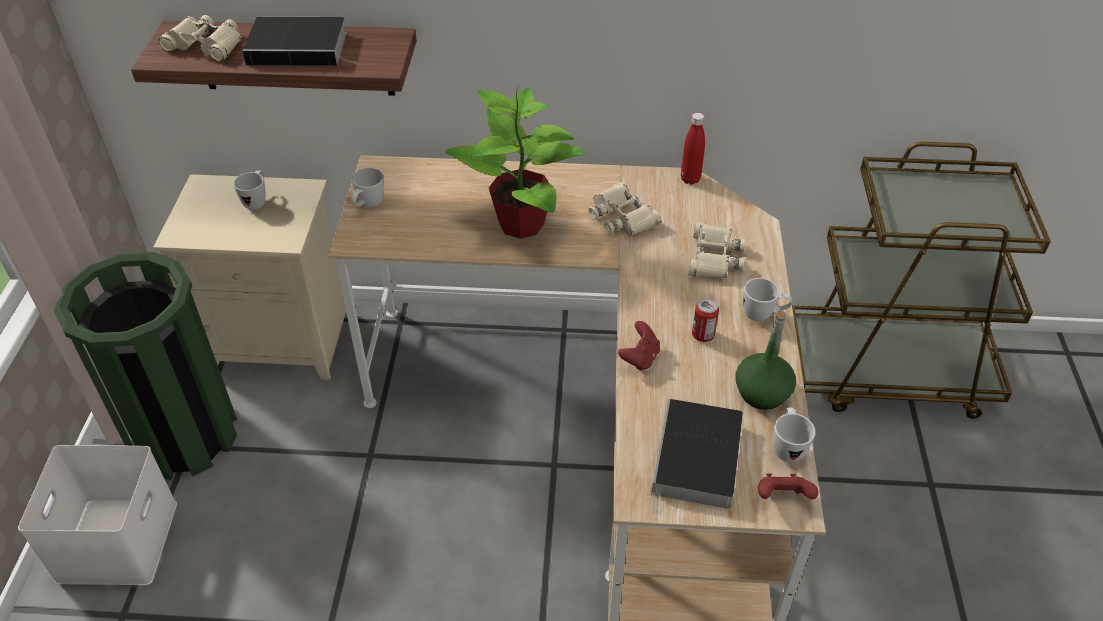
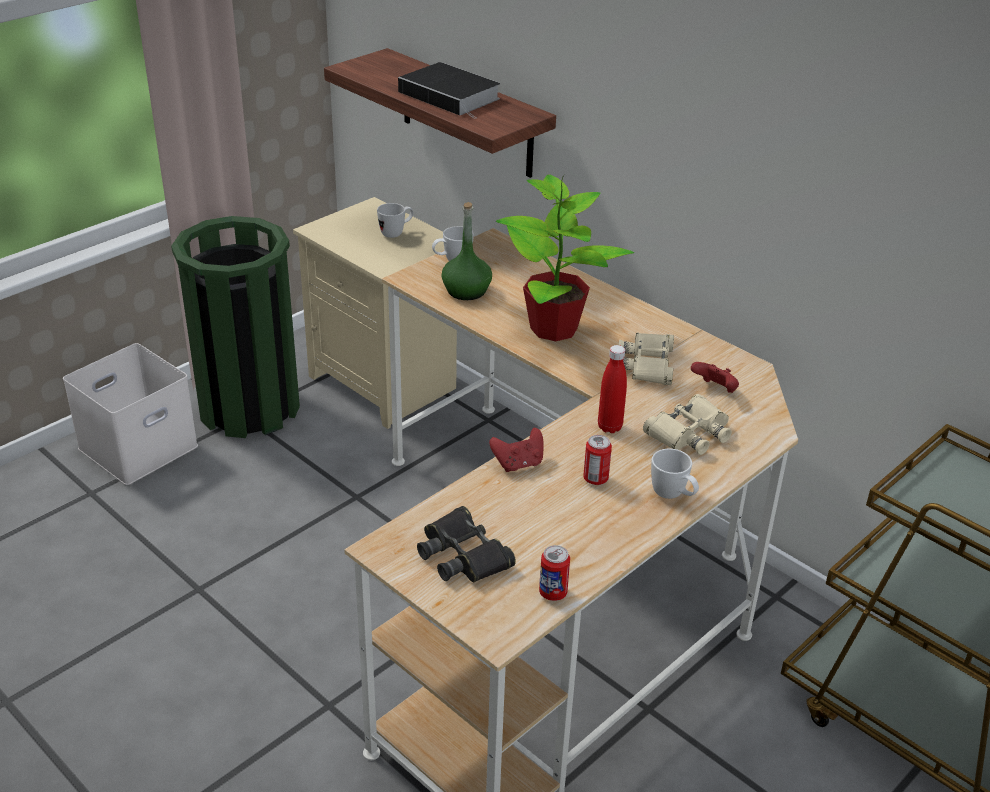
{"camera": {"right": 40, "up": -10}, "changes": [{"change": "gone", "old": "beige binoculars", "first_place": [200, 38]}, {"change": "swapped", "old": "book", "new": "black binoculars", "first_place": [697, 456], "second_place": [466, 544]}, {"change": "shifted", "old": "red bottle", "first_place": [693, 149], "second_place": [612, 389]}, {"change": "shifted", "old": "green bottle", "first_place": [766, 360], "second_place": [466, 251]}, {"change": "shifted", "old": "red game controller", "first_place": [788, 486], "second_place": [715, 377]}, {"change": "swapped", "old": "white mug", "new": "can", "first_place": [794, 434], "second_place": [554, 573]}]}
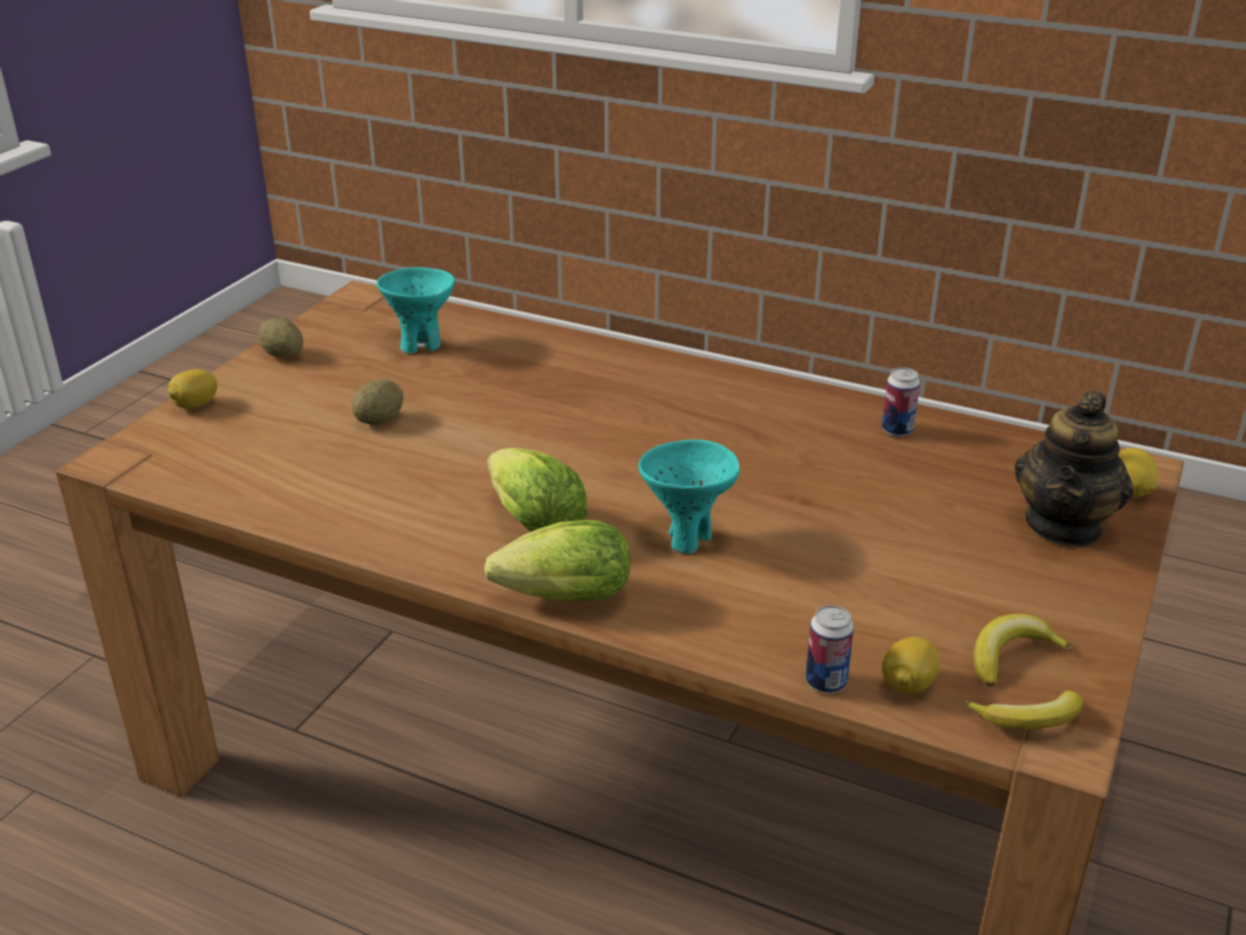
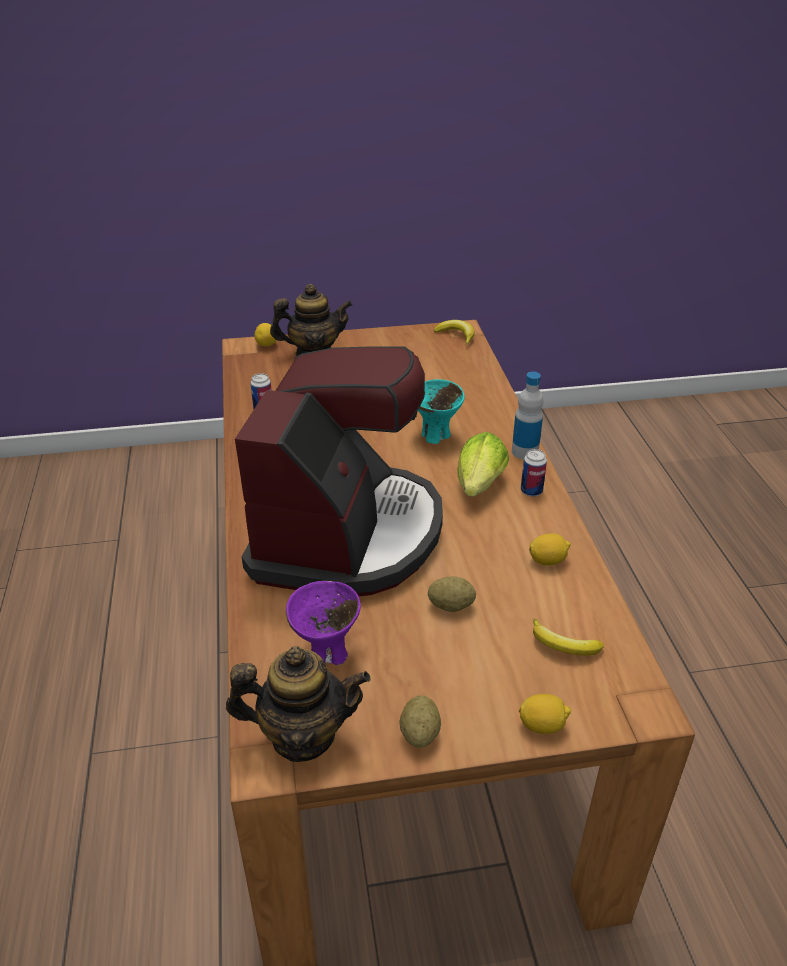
{"camera": {"right": -125, "up": 5}, "changes": [{"change": "repainted", "old": "turquoise bowl", "new": "purple bowl", "first_place": [416, 310], "second_place": [323, 623]}, {"change": "swapped", "old": "lettuce", "new": "bottle", "first_place": [557, 560], "second_place": [527, 416]}, {"change": "shifted", "old": "can", "first_place": [829, 649], "second_place": [534, 472]}, {"change": "shifted", "old": "lemon", "first_place": [911, 665], "second_place": [550, 549]}, {"change": "shifted", "old": "banana", "first_place": [1023, 650], "second_place": [568, 637]}, {"change": "new", "new": "teapot", "second_place": [298, 704]}, {"change": "new", "new": "coffee machine", "second_place": [339, 471]}]}
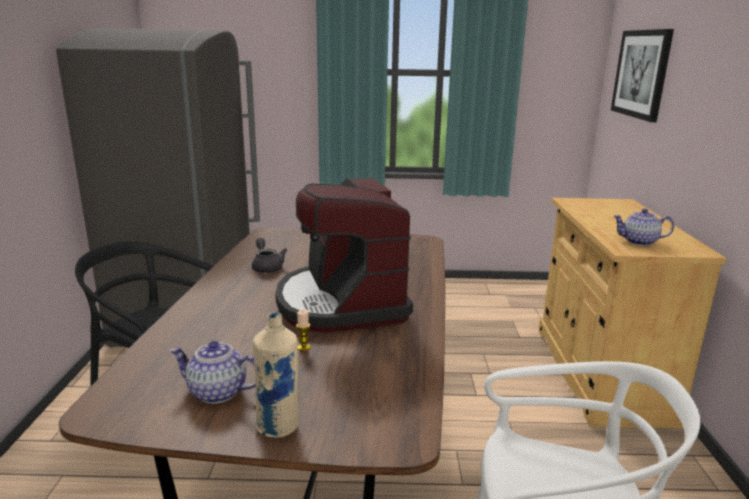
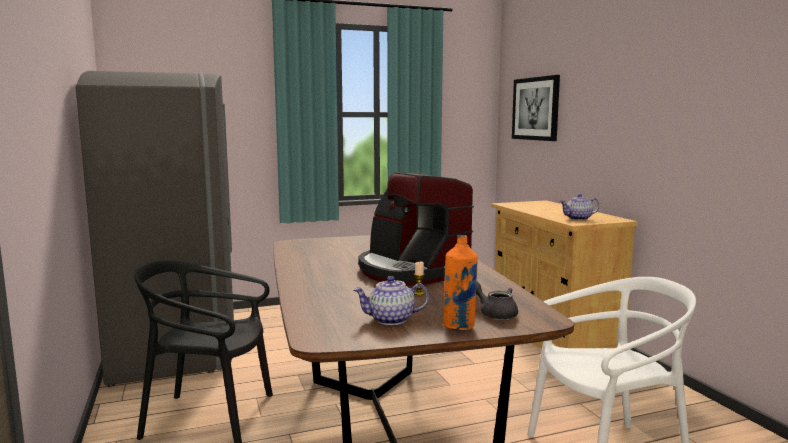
{"camera": {"right": -20, "up": -10}, "changes": [{"change": "shifted", "old": "grey teapot", "first_place": [269, 255], "second_place": [497, 300]}, {"change": "repainted", "old": "beige bottle", "new": "orange bottle", "first_place": [276, 375], "second_place": [460, 283]}]}
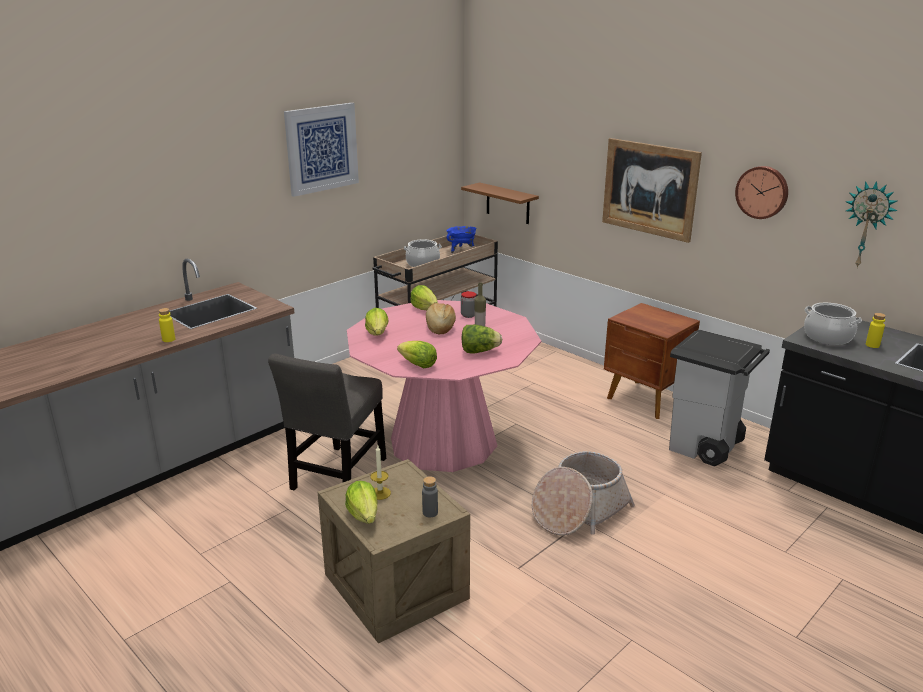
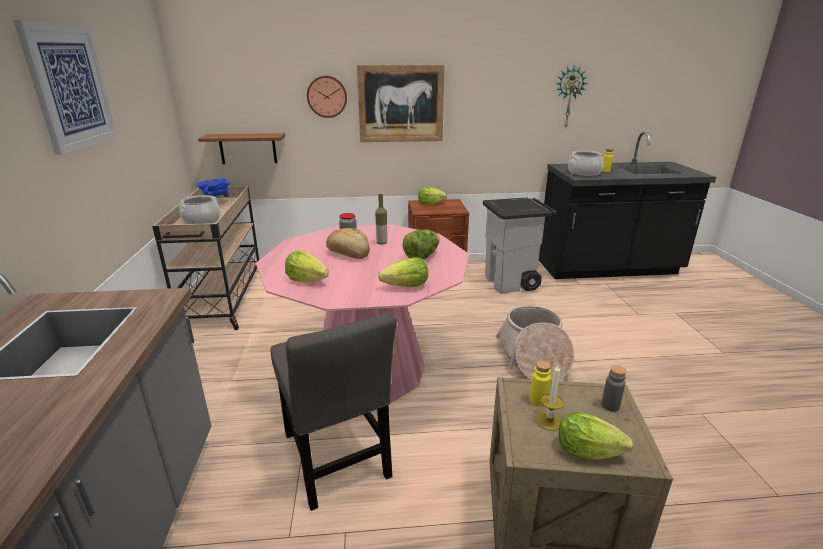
{"camera": {"right": -50, "up": 0}, "changes": [{"change": "shifted", "old": "yellow bottle", "first_place": [166, 325], "second_place": [540, 383]}, {"change": "shifted", "old": "lettuce", "first_place": [424, 297], "second_place": [432, 195]}, {"change": "shifted", "old": "wall clock", "first_place": [761, 192], "second_place": [327, 97]}]}
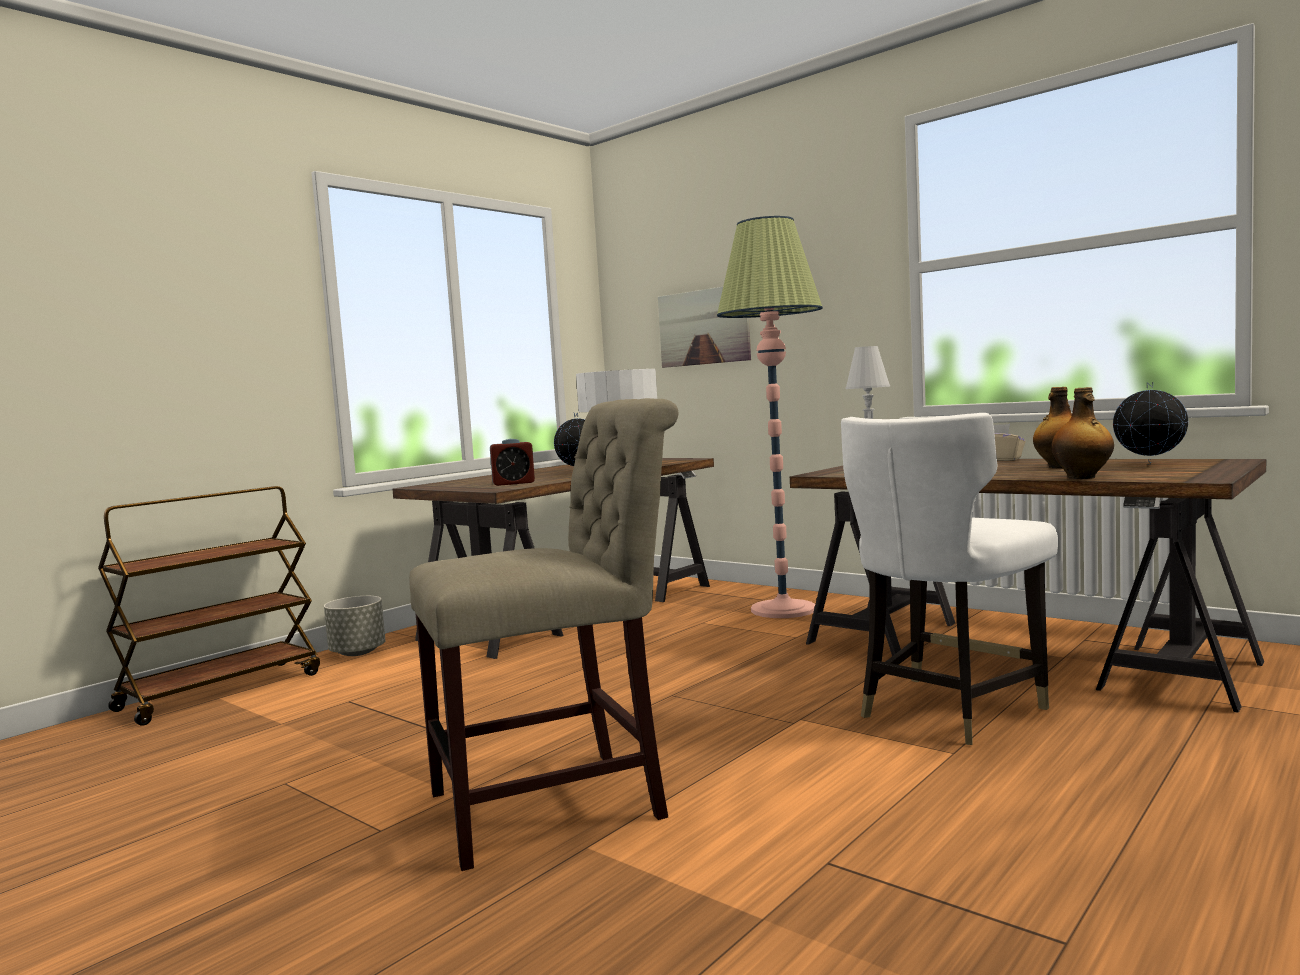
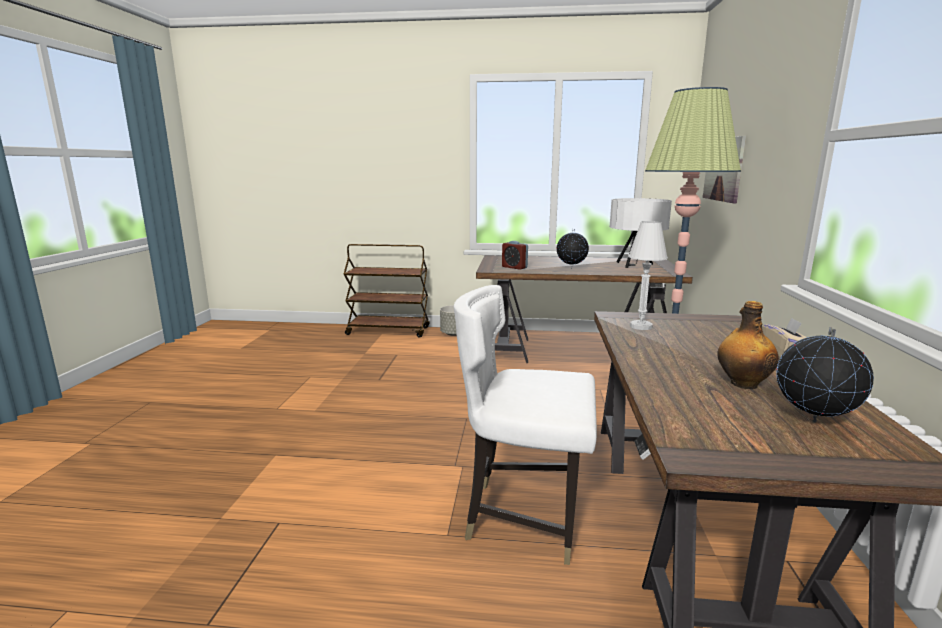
{"camera": {"right": 55, "up": 10}, "changes": [{"change": "gone", "old": "beige chair", "first_place": [543, 634]}, {"change": "gone", "old": "bottle", "first_place": [1082, 433]}]}
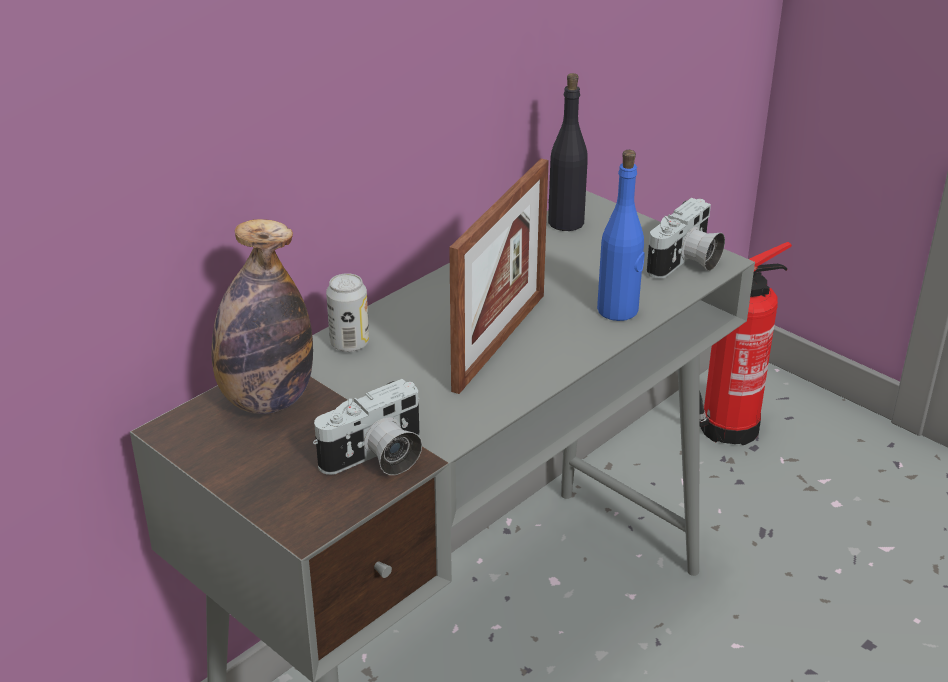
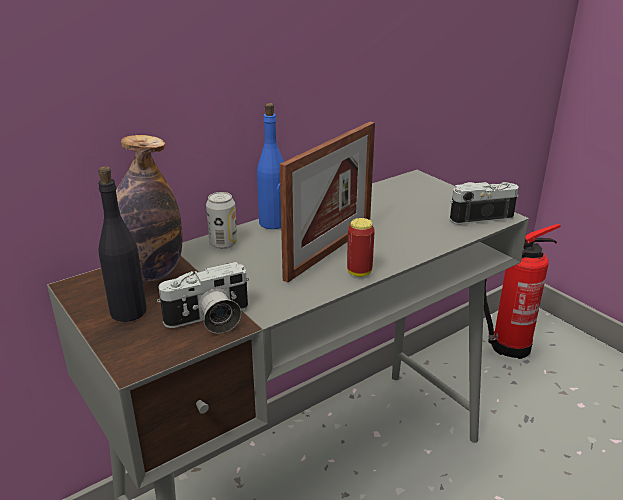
{"camera": {"right": 10, "up": -5}, "changes": [{"change": "shifted", "old": "black bottle", "first_place": [568, 152], "second_place": [122, 244]}, {"change": "shifted", "old": "blue bottle", "first_place": [621, 235], "second_place": [270, 166]}, {"change": "rotated", "old": "photo camera", "first_place": [686, 238], "second_place": [484, 203], "degrees": -150}, {"change": "new", "new": "can", "second_place": [361, 247]}]}
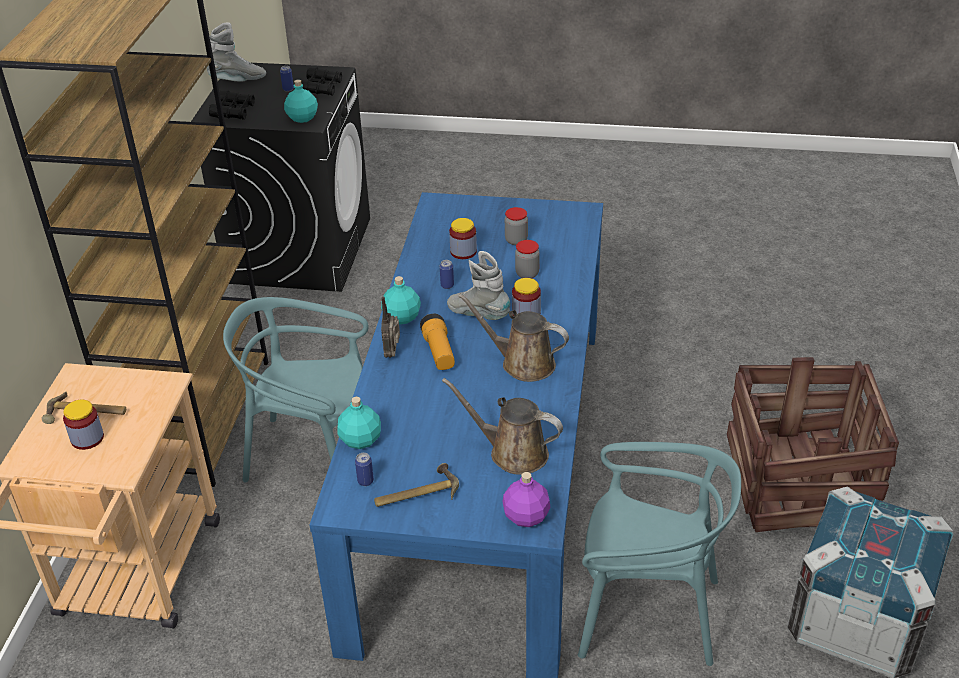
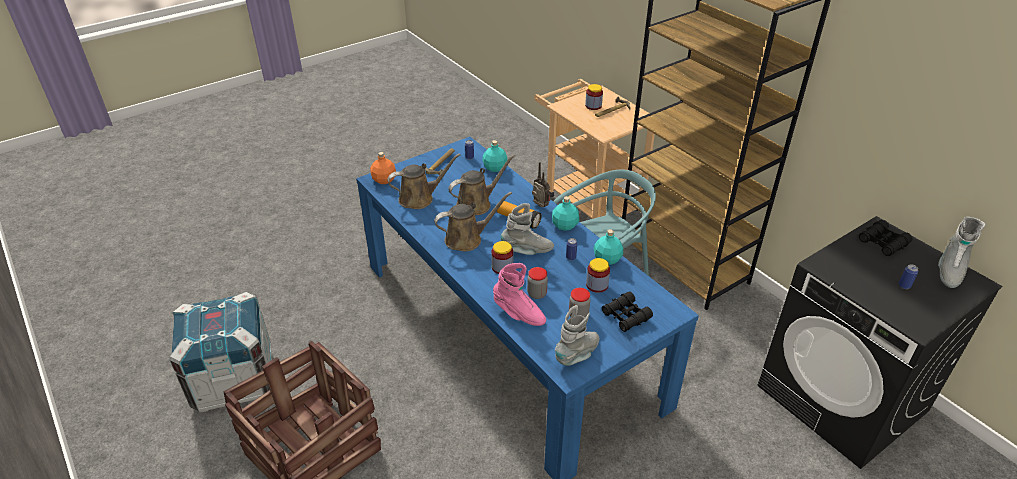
{"camera": {"right": 135, "up": 0}, "changes": [{"change": "shifted", "old": "turquoise bottle", "first_place": [301, 101], "second_place": [608, 247]}, {"change": "shifted", "old": "black binoculars", "first_place": [321, 81], "second_place": [627, 311]}, {"change": "repainted", "old": "purple bottle", "new": "orange bottle", "first_place": [526, 499], "second_place": [383, 168]}, {"change": "gone", "old": "turquoise chair", "first_place": [659, 554]}, {"change": "new", "new": "brown watering can", "second_place": [481, 184]}, {"change": "new", "new": "pink boot", "second_place": [519, 294]}, {"change": "new", "new": "grey boot", "second_place": [577, 335]}]}
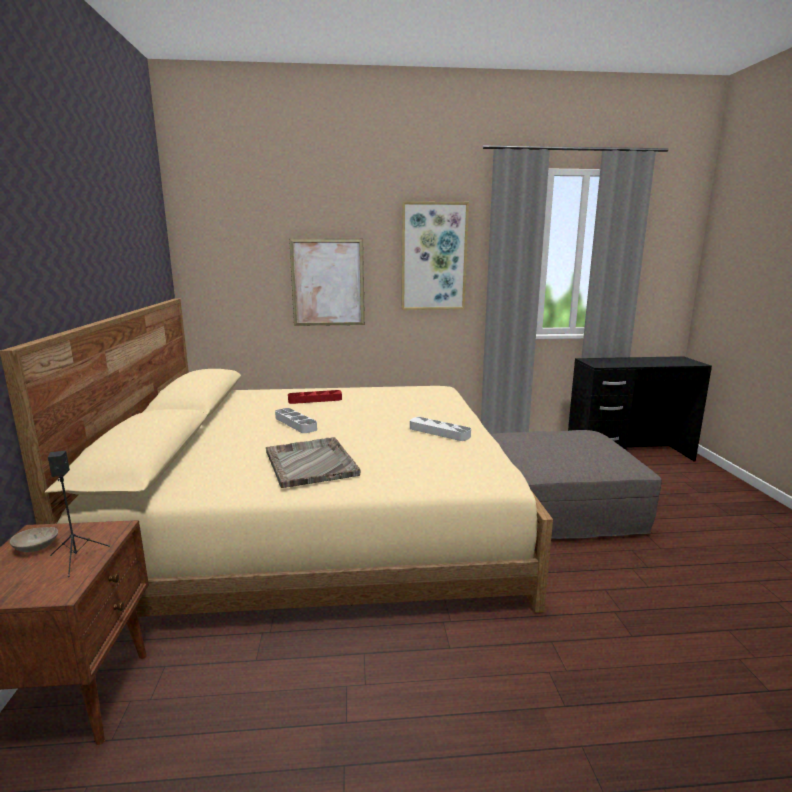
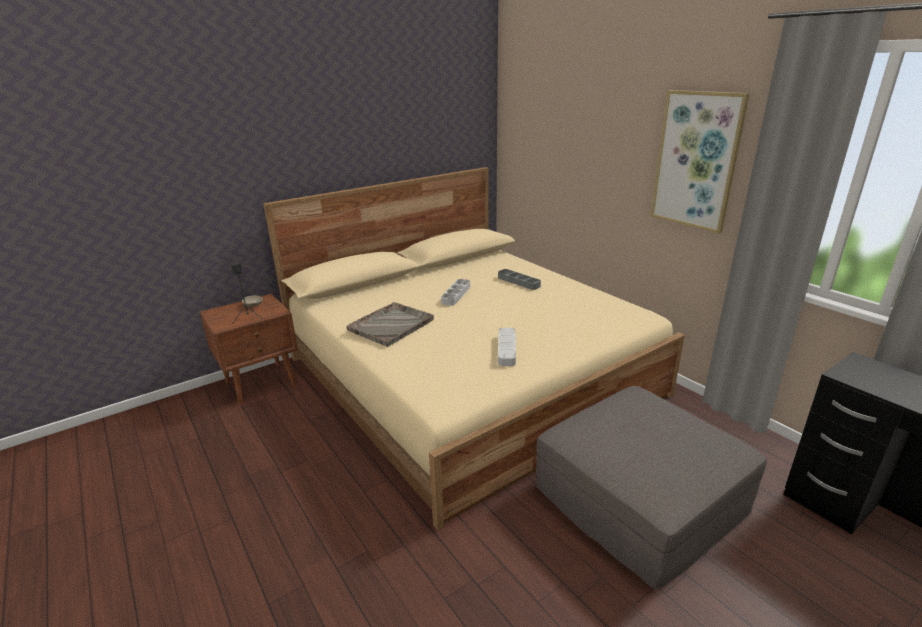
{"camera": {"right": 60, "up": 10}, "changes": [{"change": "repainted", "old": "red tray", "new": "grey tray", "first_place": [315, 397], "second_place": [519, 279]}, {"change": "gone", "old": "picture", "first_place": [327, 282]}]}
